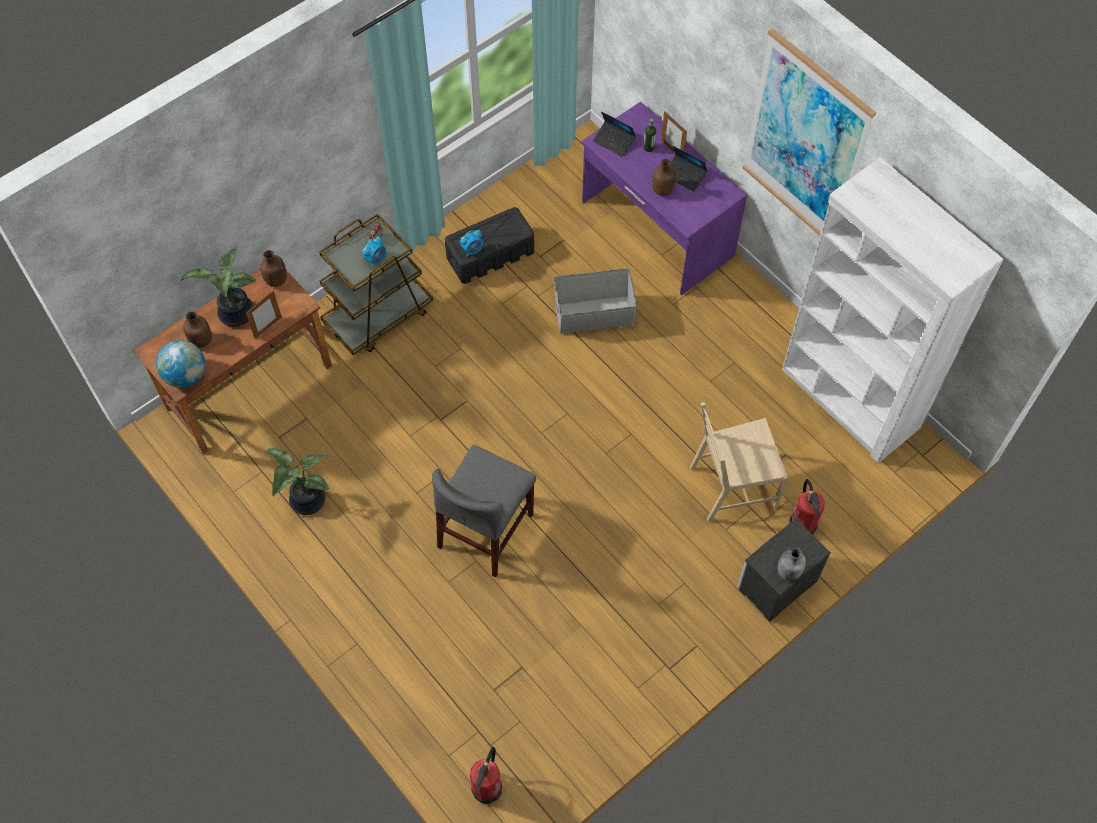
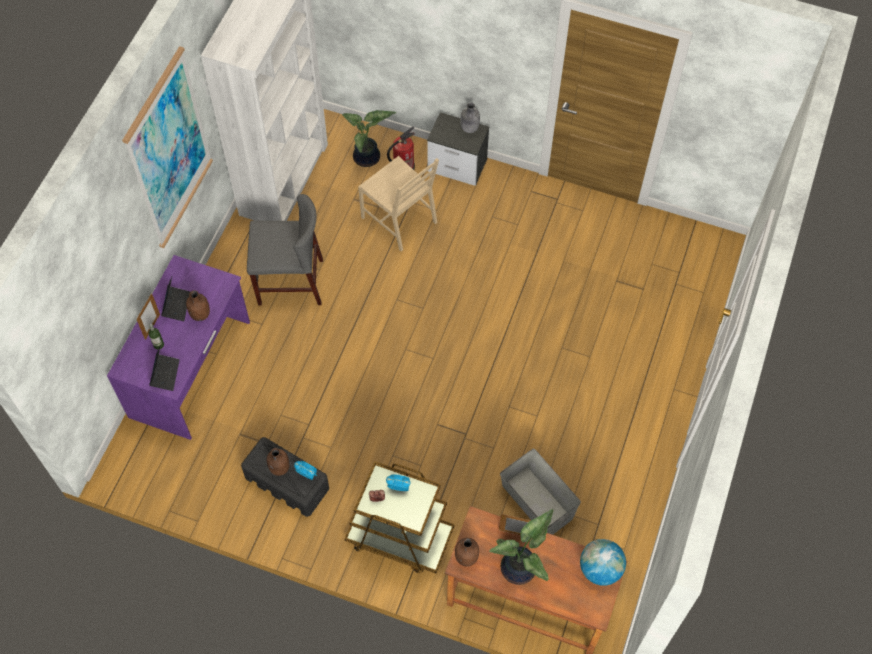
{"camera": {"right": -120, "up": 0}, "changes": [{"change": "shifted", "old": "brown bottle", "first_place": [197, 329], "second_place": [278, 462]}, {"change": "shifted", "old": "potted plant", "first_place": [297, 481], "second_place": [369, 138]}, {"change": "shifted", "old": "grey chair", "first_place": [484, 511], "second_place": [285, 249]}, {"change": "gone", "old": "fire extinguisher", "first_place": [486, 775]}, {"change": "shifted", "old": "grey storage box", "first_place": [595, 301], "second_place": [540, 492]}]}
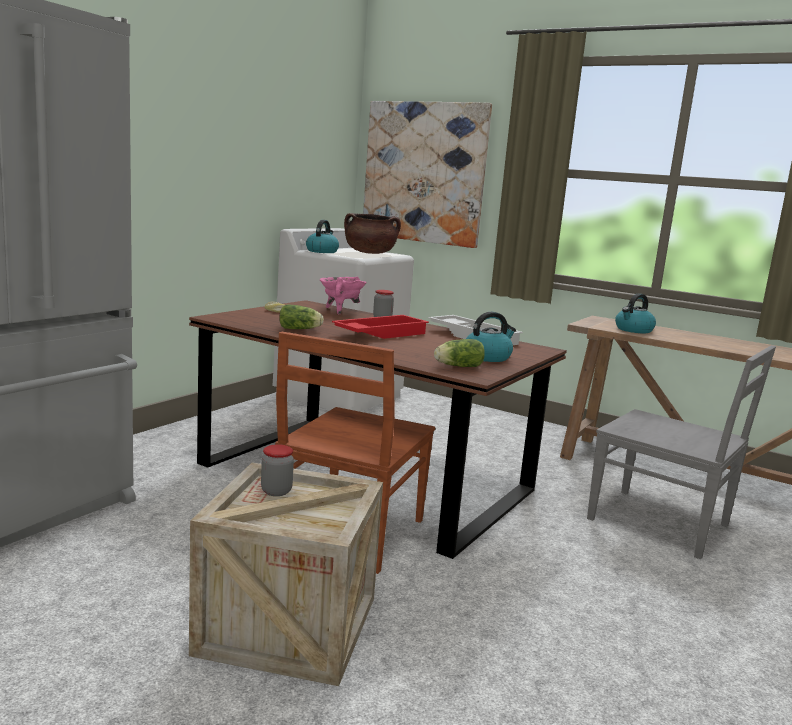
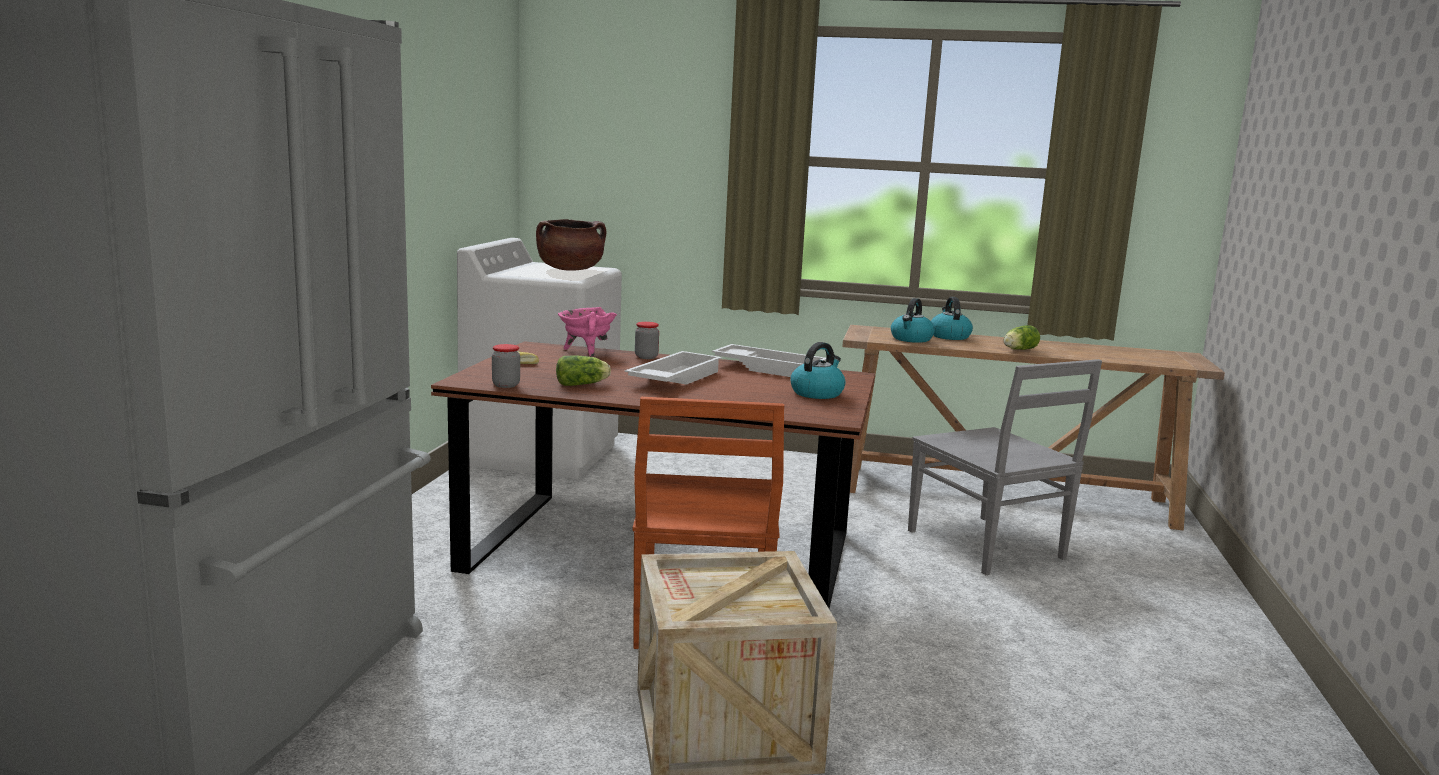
{"camera": {"right": -20, "up": 0}, "changes": [{"change": "shifted", "old": "jar", "first_place": [277, 470], "second_place": [506, 366]}, {"change": "shifted", "old": "kettle", "first_place": [322, 236], "second_place": [952, 318]}, {"change": "repainted", "old": "red tray", "new": "white tray", "first_place": [380, 327], "second_place": [673, 368]}, {"change": "gone", "old": "picture", "first_place": [427, 174]}, {"change": "shifted", "old": "lettuce", "first_place": [459, 353], "second_place": [1022, 337]}, {"change": "rotated", "old": "grey chair", "first_place": [681, 452], "second_place": [1005, 467], "degrees": 45}]}
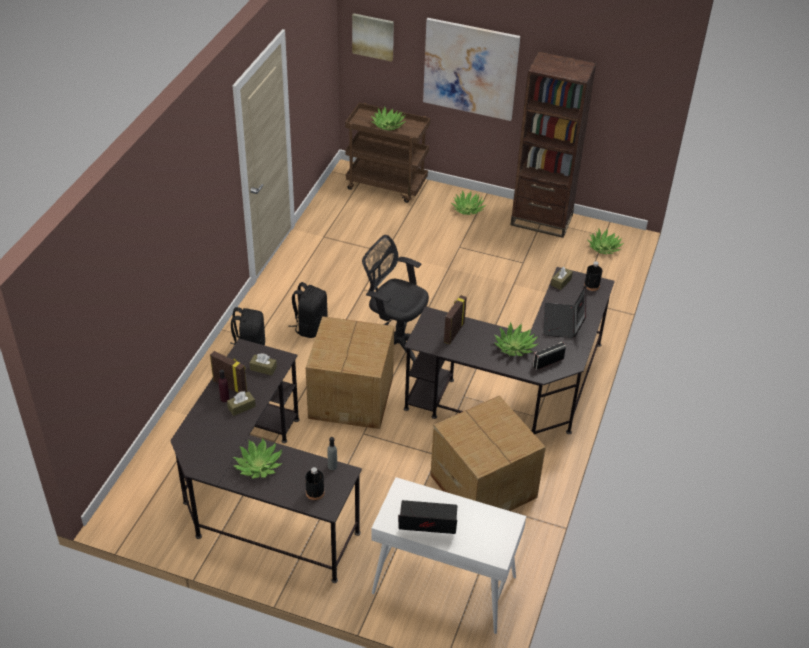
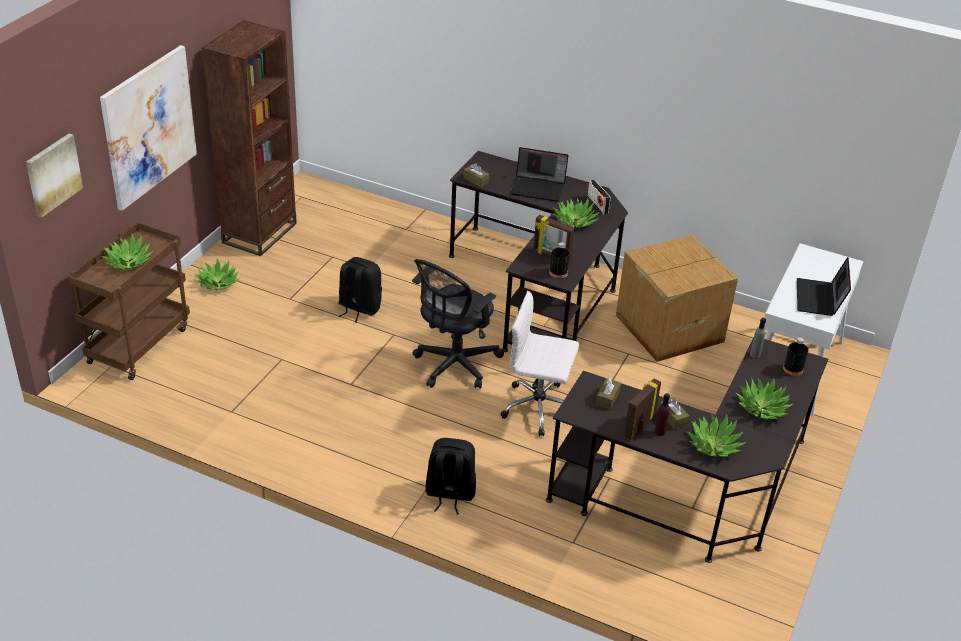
{"camera": {"right": -85, "up": -5}, "changes": [{"change": "shifted", "old": "black backpack", "first_place": [308, 310], "second_place": [360, 290]}, {"change": "swapped", "old": "cardboard box", "new": "white office chair", "first_place": [350, 372], "second_place": [539, 363]}, {"change": "shifted", "old": "black bottle", "first_place": [593, 276], "second_place": [559, 260]}, {"change": "shifted", "old": "potted plant", "first_place": [606, 241], "second_place": [716, 436]}]}
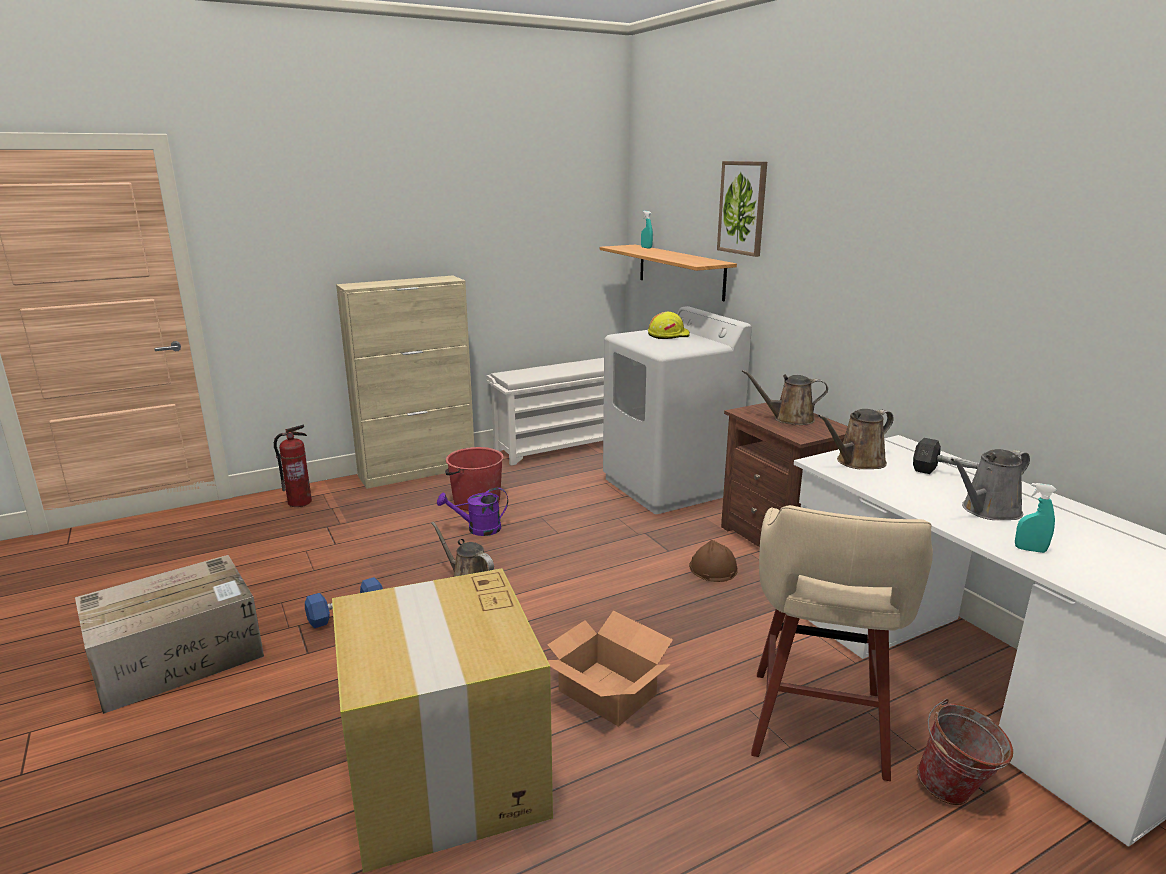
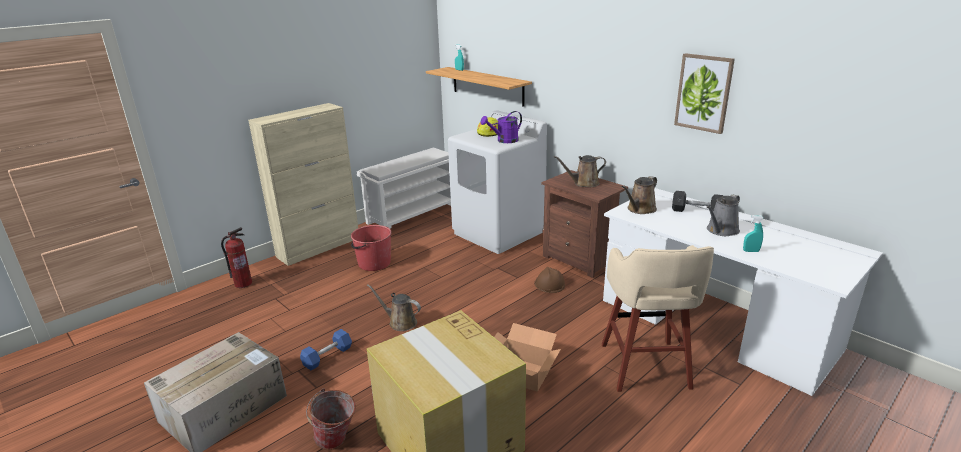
{"camera": {"right": -15, "up": 5}, "changes": [{"change": "shifted", "old": "purple watering can", "first_place": [472, 512], "second_place": [501, 127]}, {"change": "shifted", "old": "picture", "first_place": [742, 209], "second_place": [704, 93]}, {"change": "shifted", "old": "bucket", "first_place": [965, 752], "second_place": [331, 419]}]}
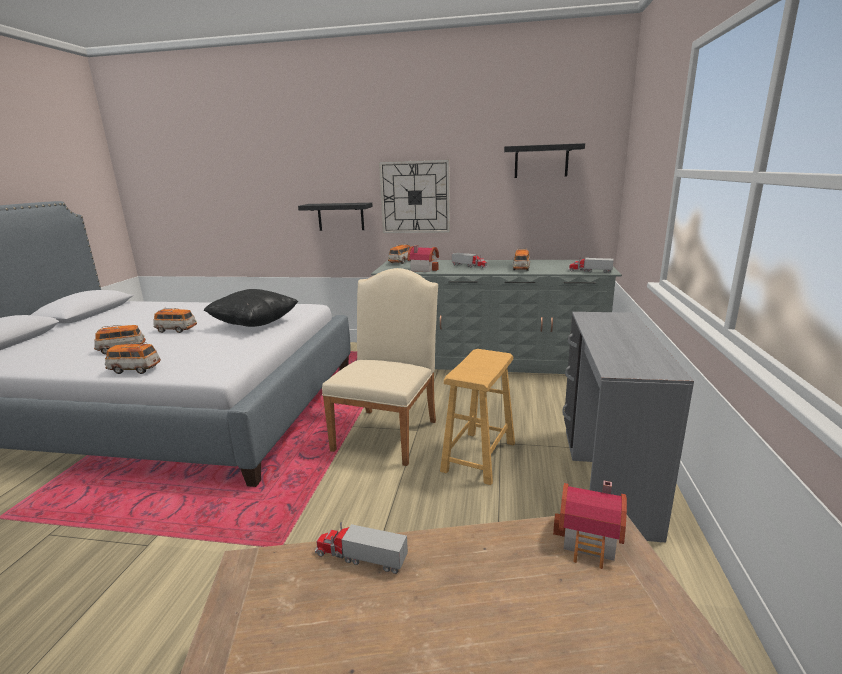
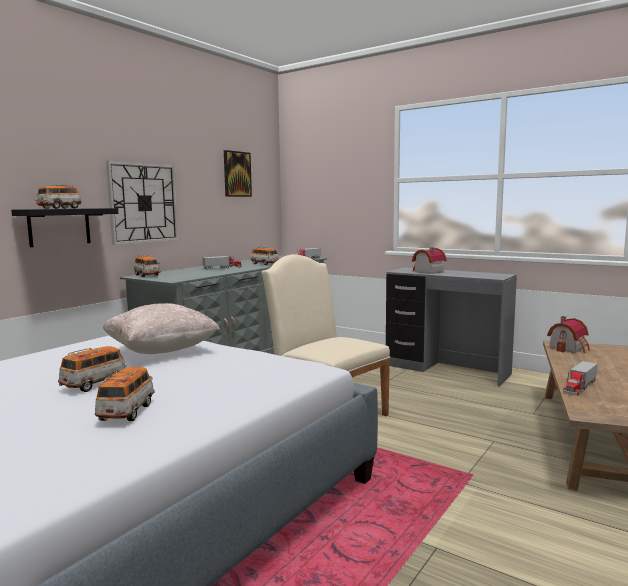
{"camera": {"right": -65, "up": -10}, "changes": [{"change": "shifted", "old": "toy car", "first_place": [133, 358], "second_place": [58, 197]}, {"change": "repainted", "old": "black pillow", "new": "beige pillow", "first_place": [251, 308], "second_place": [161, 328]}, {"change": "shifted", "old": "toy house", "first_place": [423, 258], "second_place": [429, 260]}, {"change": "gone", "old": "brown stool", "first_place": [477, 417]}, {"change": "swapped", "old": "black shelf", "new": "picture", "first_place": [544, 160], "second_place": [238, 173]}]}
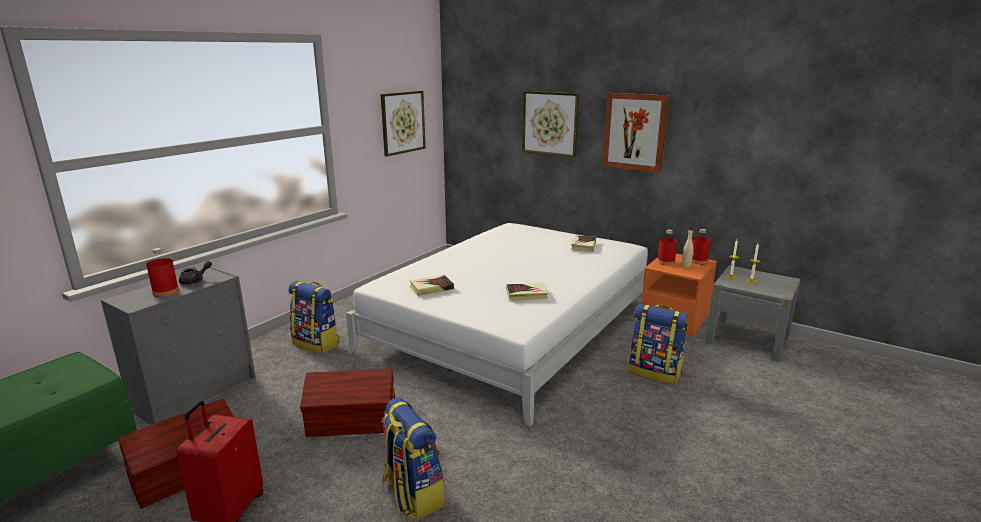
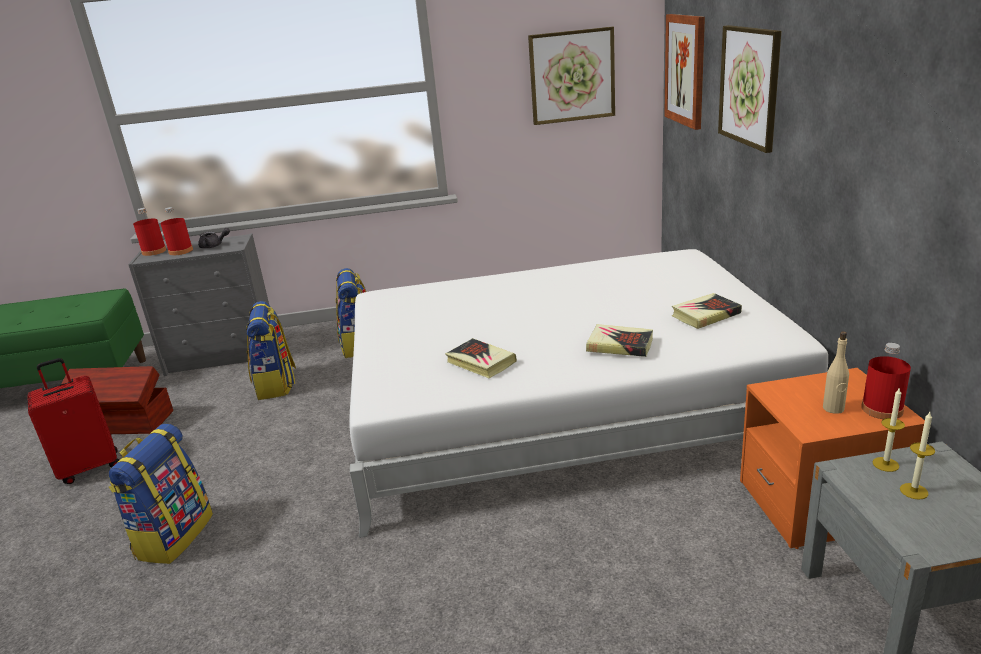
{"camera": {"right": 50, "up": 5}, "changes": [{"change": "gone", "old": "brown storage box", "first_place": [347, 403]}, {"change": "shifted", "old": "book", "first_place": [432, 285], "second_place": [619, 340]}, {"change": "shifted", "old": "picture", "first_place": [636, 133], "second_place": [684, 72]}, {"change": "shifted", "old": "backpack", "first_place": [658, 344], "second_place": [271, 350]}, {"change": "shifted", "old": "red bottle", "first_place": [667, 247], "second_place": [149, 232]}]}
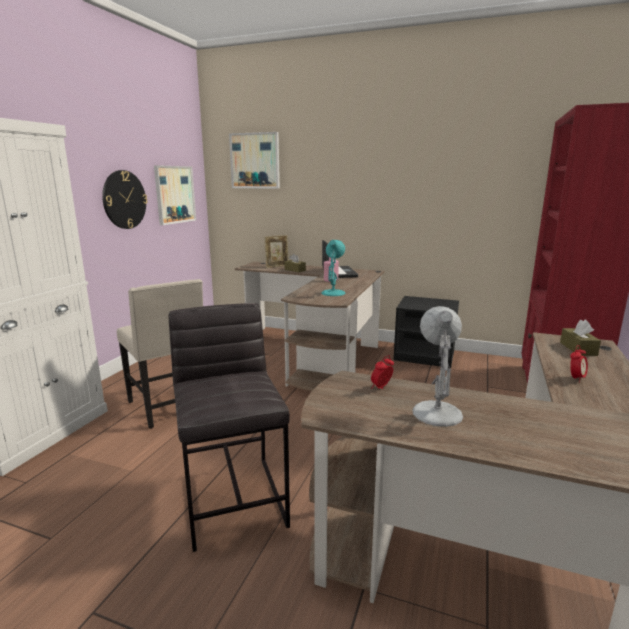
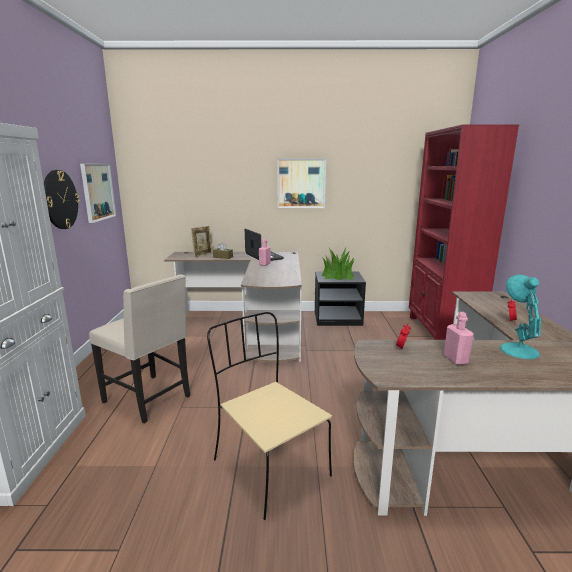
{"camera": {"right": -20, "up": 0}, "changes": [{"change": "swapped", "old": "grey stool", "new": "beige chair", "first_place": [229, 427], "second_place": [269, 416]}, {"change": "shifted", "old": "picture", "first_place": [254, 160], "second_place": [301, 183]}, {"change": "shifted", "old": "turquoise table lamp", "first_place": [333, 268], "second_place": [520, 317]}, {"change": "swapped", "old": "white table lamp", "new": "pink bottle", "first_place": [437, 366], "second_place": [459, 338]}, {"change": "gone", "old": "brown tissue box", "first_place": [580, 338]}, {"change": "new", "new": "potted plant", "second_place": [338, 264]}]}
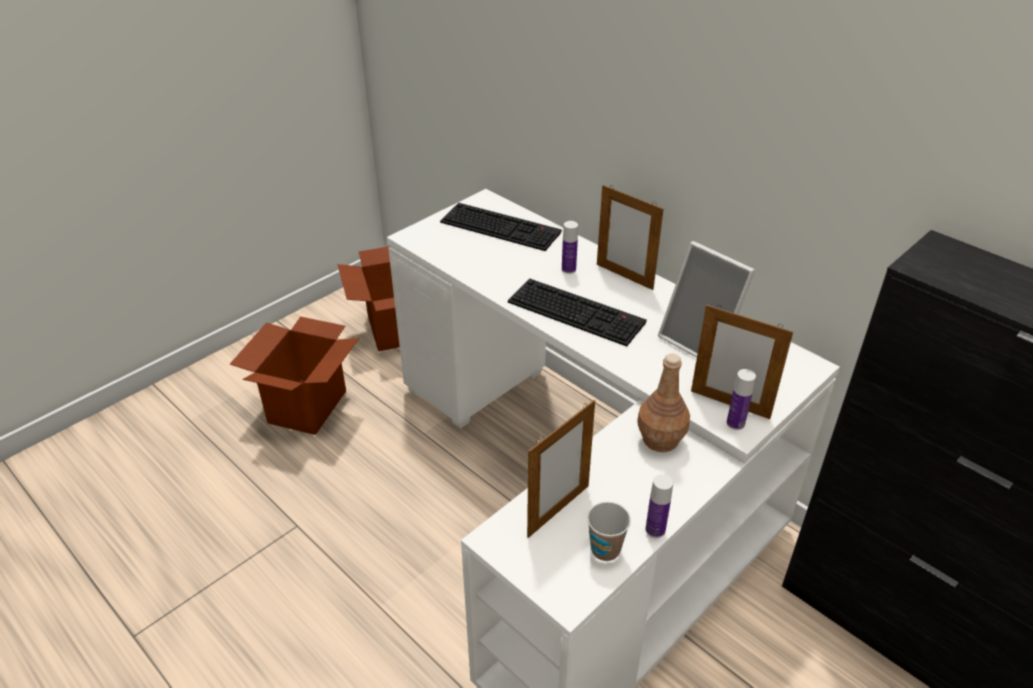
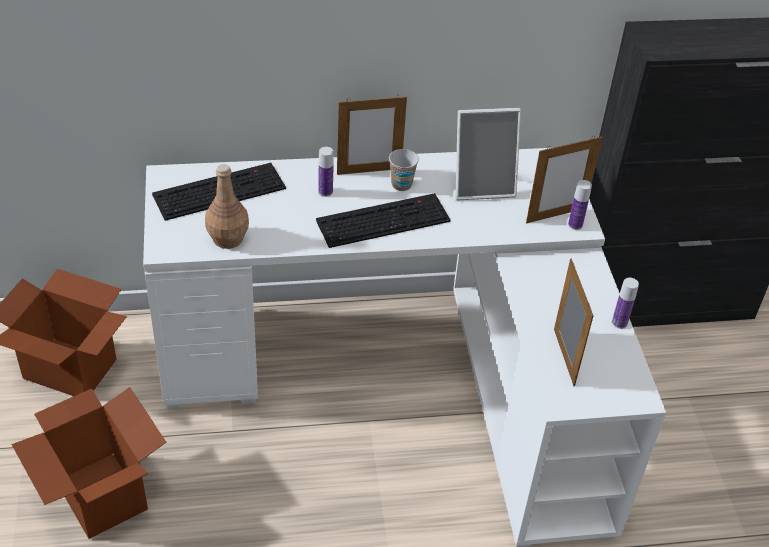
{"camera": {"right": -55, "up": 5}, "changes": [{"change": "shifted", "old": "cup", "first_place": [609, 531], "second_place": [404, 170]}, {"change": "shifted", "old": "brown bottle", "first_place": [663, 402], "second_place": [227, 206]}]}
